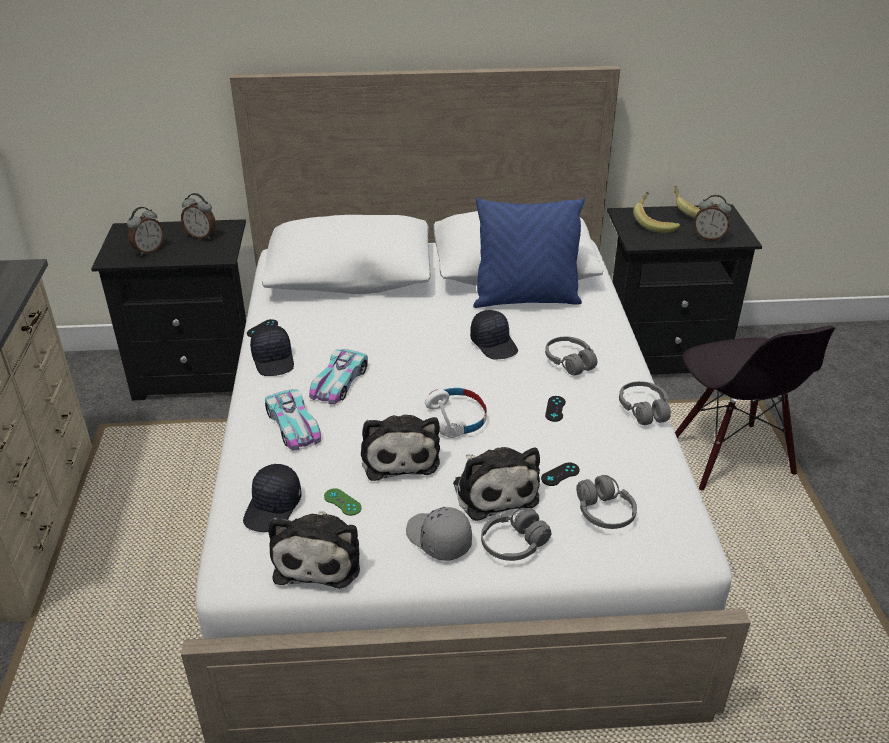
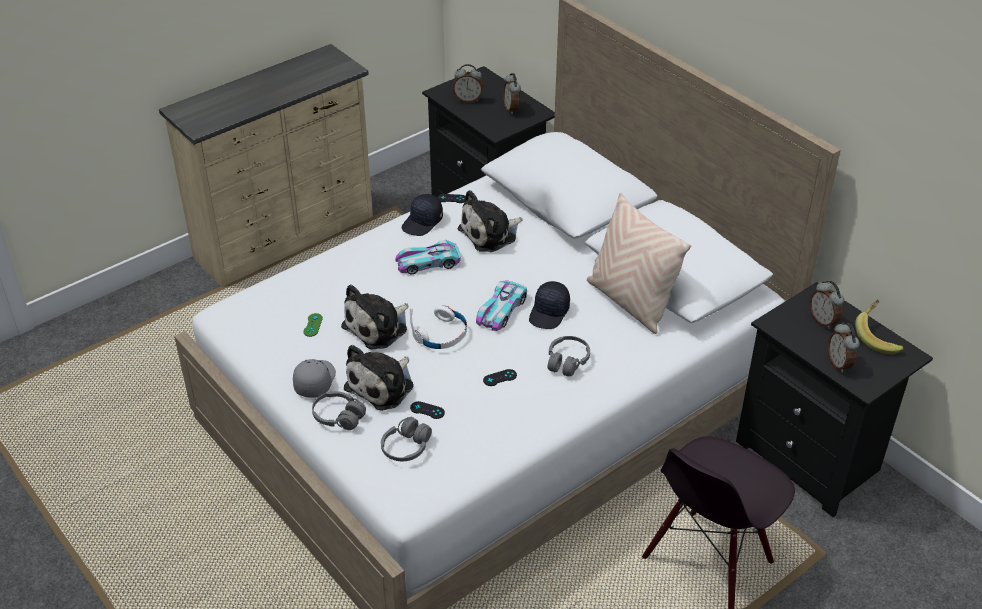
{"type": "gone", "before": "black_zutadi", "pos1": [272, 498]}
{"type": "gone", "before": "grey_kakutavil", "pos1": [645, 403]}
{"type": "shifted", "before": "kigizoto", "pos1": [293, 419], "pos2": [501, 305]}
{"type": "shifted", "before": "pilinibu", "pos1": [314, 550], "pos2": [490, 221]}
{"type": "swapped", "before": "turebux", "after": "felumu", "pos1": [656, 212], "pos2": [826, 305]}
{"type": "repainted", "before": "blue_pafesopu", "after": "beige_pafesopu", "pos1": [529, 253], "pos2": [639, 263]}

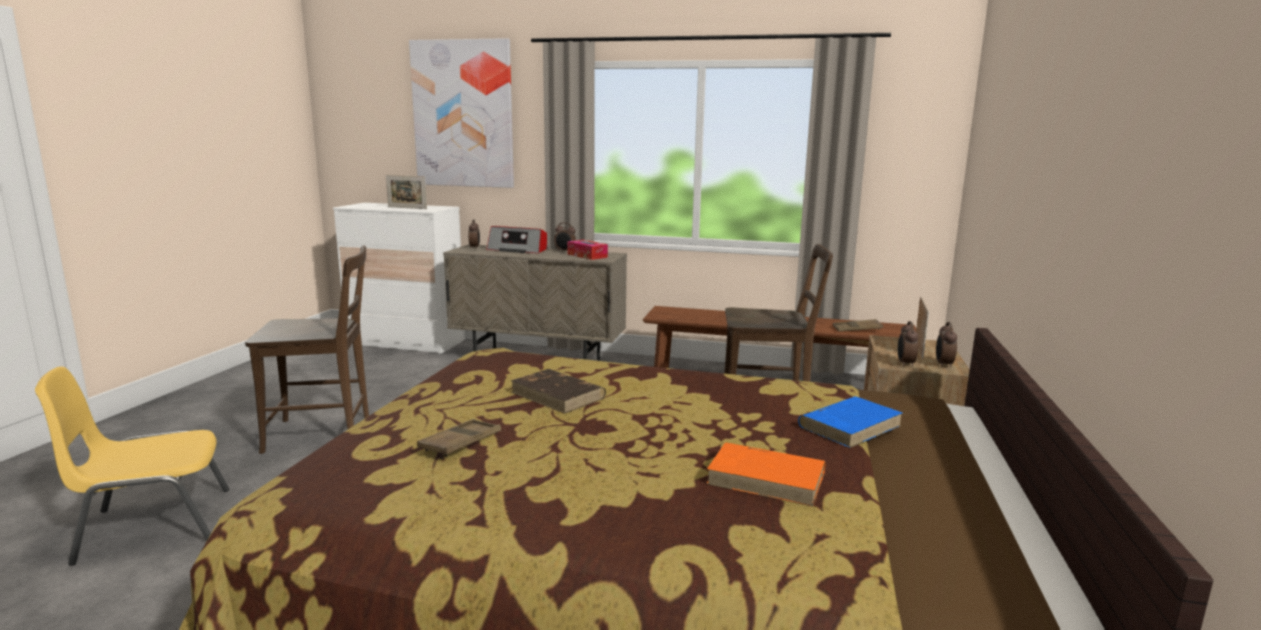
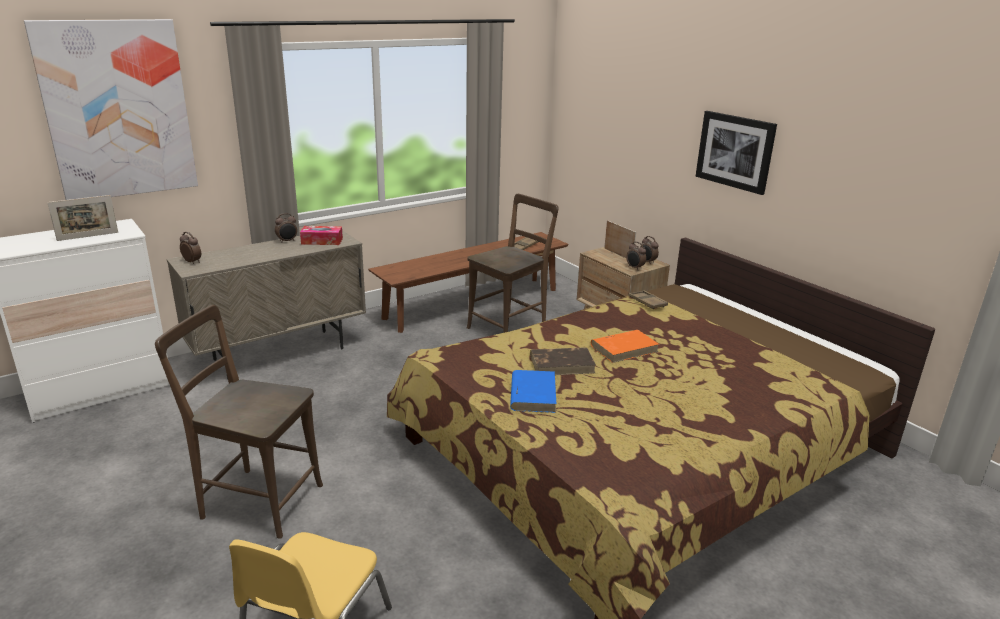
{"type": "gone", "before": "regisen", "pos1": [517, 239]}
{"type": "new", "after": "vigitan", "pos2": [736, 153]}
{"type": "shifted", "before": "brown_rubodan", "pos1": [459, 438], "pos2": [648, 299]}
{"type": "shifted", "before": "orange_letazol", "pos1": [765, 474], "pos2": [625, 346]}
{"type": "shifted", "before": "blue_letazol", "pos1": [850, 422], "pos2": [533, 391]}
{"type": "rotated", "before": "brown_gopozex", "pos1": [307, 349], "pos2": [239, 422], "turn": -105}

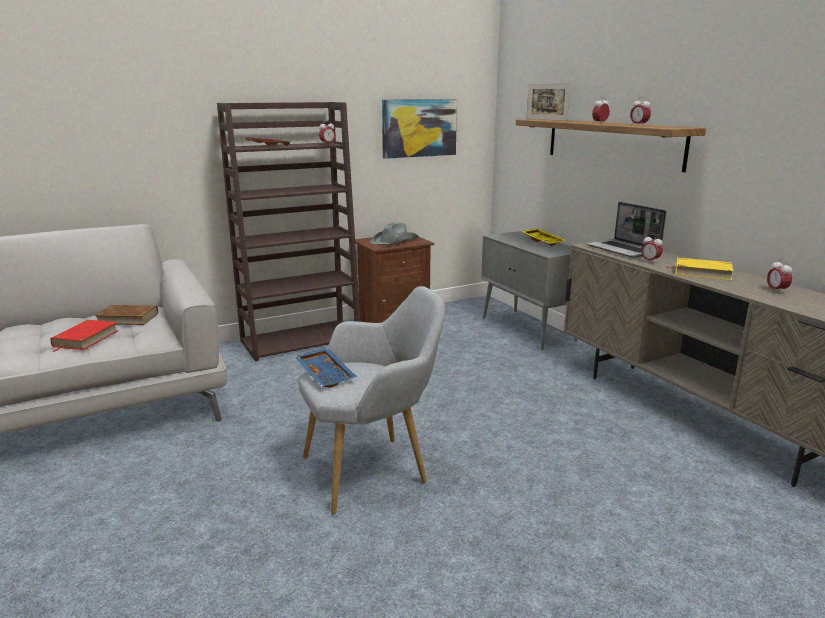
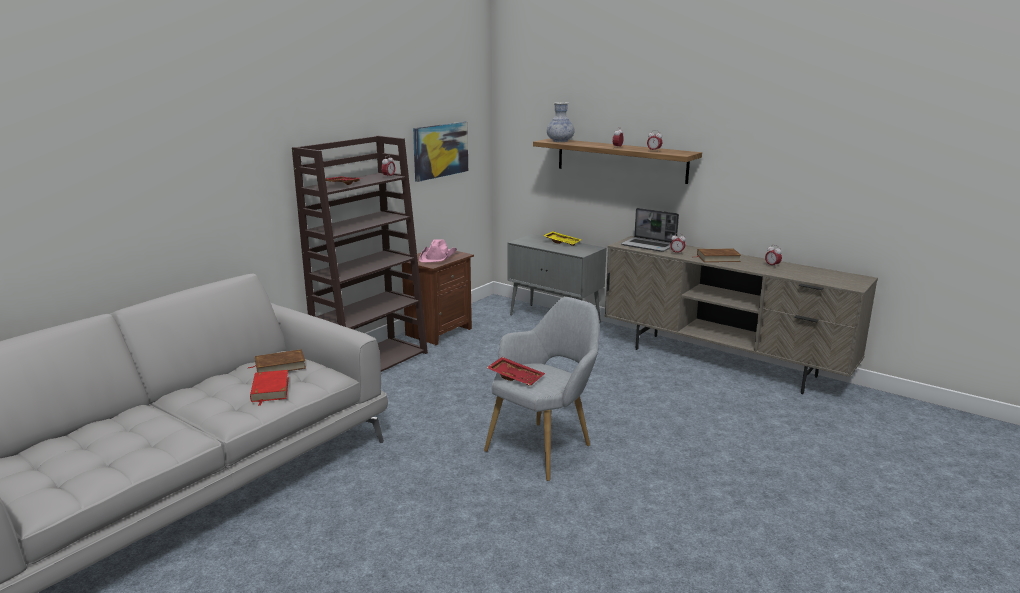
{"type": "swapped", "before": "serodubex", "after": "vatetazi", "pos1": [549, 102], "pos2": [561, 122]}
{"type": "repainted", "before": "blue_rubodan", "after": "red_rubodan", "pos1": [325, 368], "pos2": [515, 371]}
{"type": "repainted", "before": "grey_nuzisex", "after": "pink_nuzisex", "pos1": [394, 233], "pos2": [438, 250]}
{"type": "repainted", "before": "yellow_letazol", "after": "brown_letazol", "pos1": [700, 269], "pos2": [719, 255]}

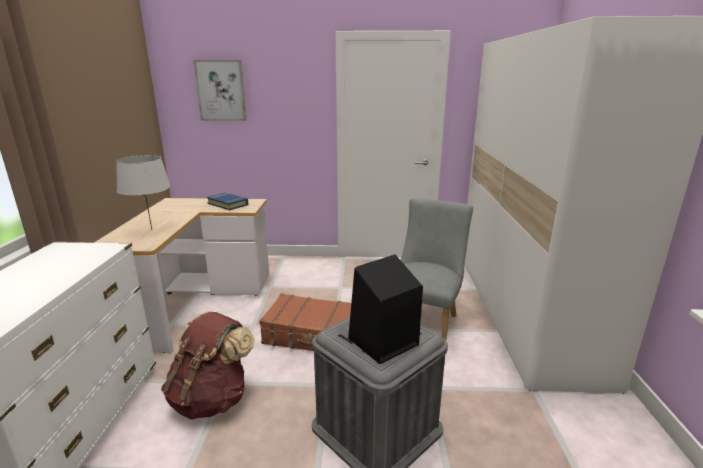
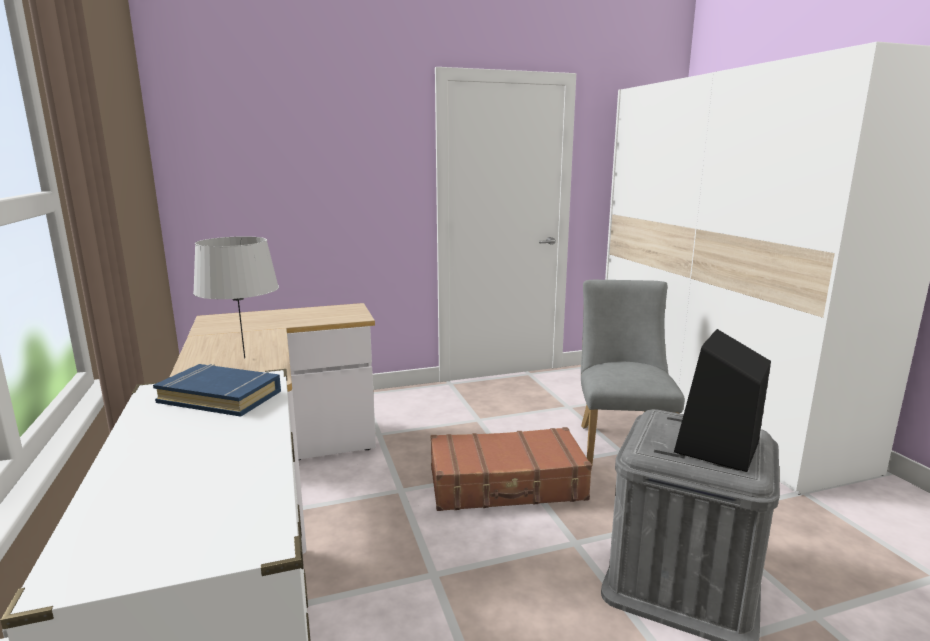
{"type": "gone", "before": "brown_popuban", "pos1": [208, 366]}
{"type": "gone", "before": "vigitan", "pos1": [220, 90]}
{"type": "shifted", "before": "blue_letazol", "pos1": [227, 201], "pos2": [217, 390]}

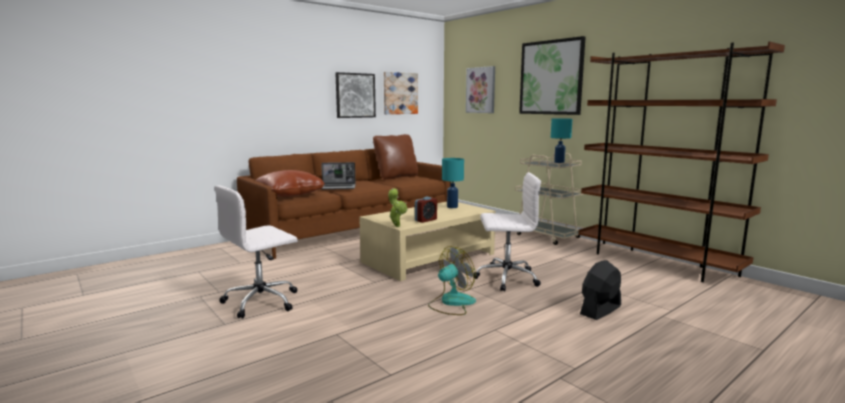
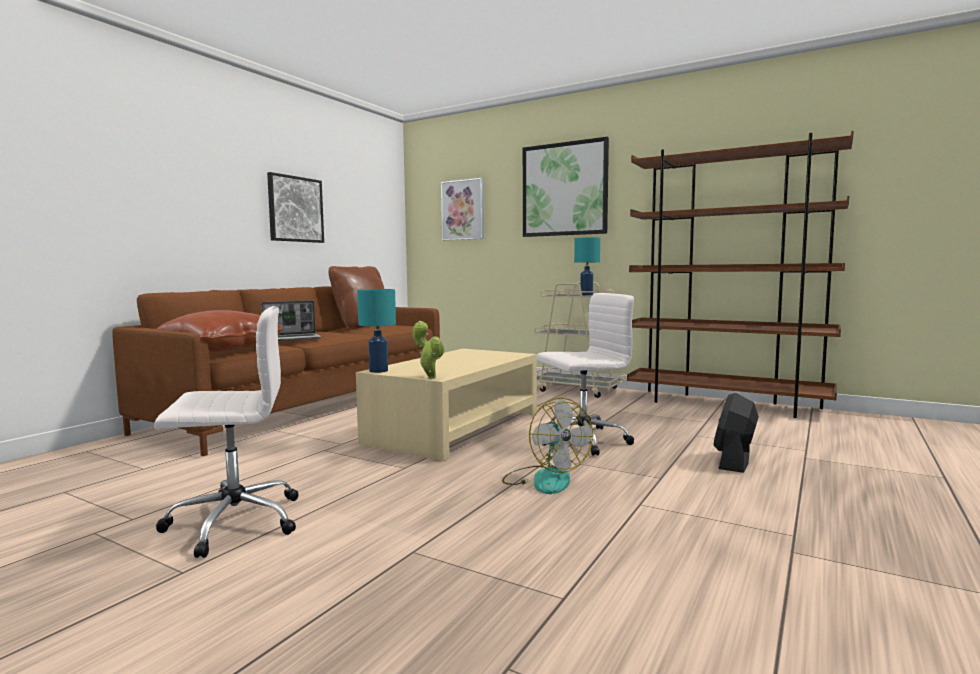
{"type": "gone", "before": "vigitan", "pos1": [401, 93]}
{"type": "gone", "before": "felumu", "pos1": [426, 210]}
{"type": "shifted", "before": "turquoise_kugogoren", "pos1": [453, 183], "pos2": [376, 331]}
{"type": "rotated", "before": "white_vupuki", "pos1": [256, 252], "pos2": [226, 432], "turn": -135}
{"type": "rotated", "before": "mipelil", "pos1": [452, 280], "pos2": [547, 446], "turn": 120}

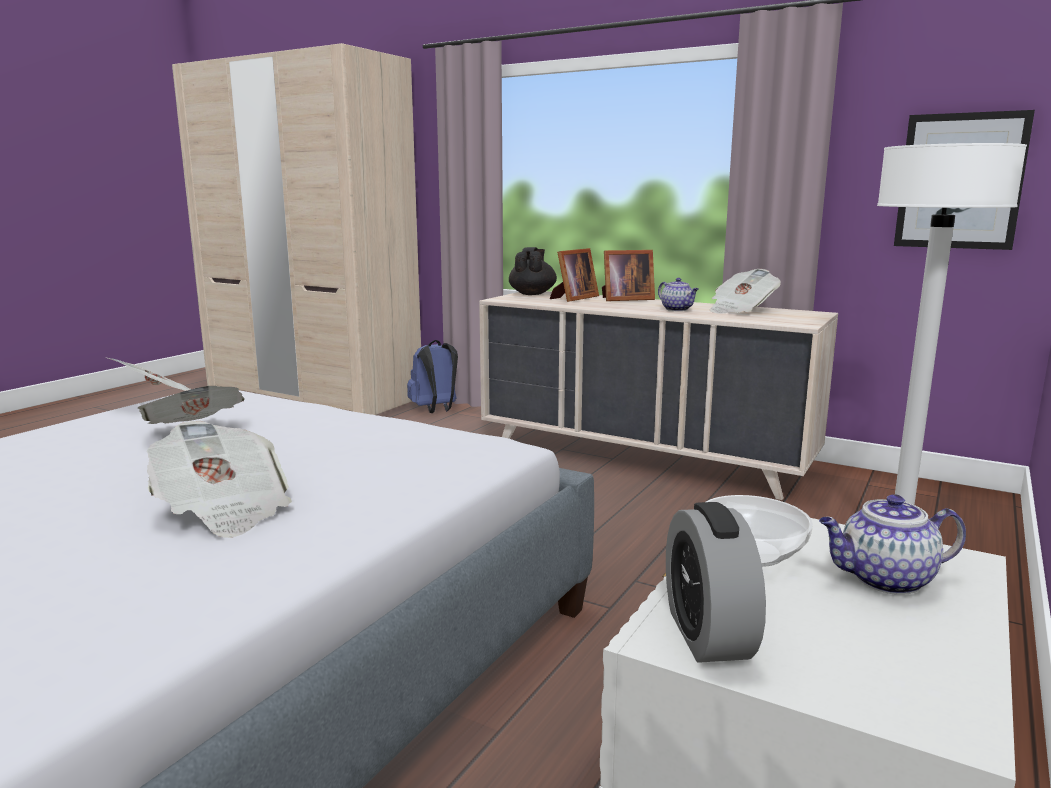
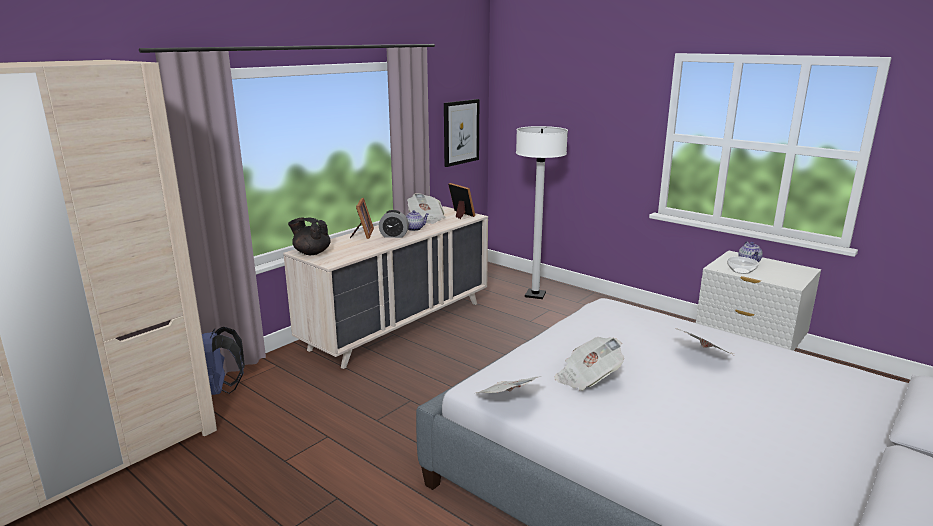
{"type": "shifted", "before": "serodubex", "pos1": [574, 275], "pos2": [461, 201]}
{"type": "shifted", "before": "felumu", "pos1": [716, 582], "pos2": [394, 224]}

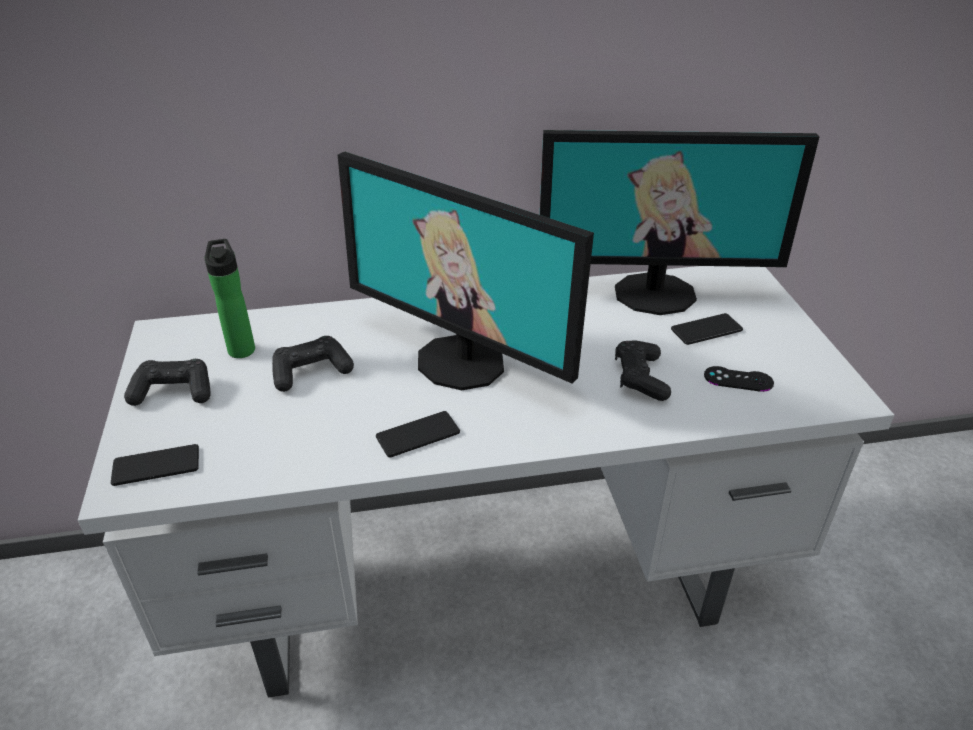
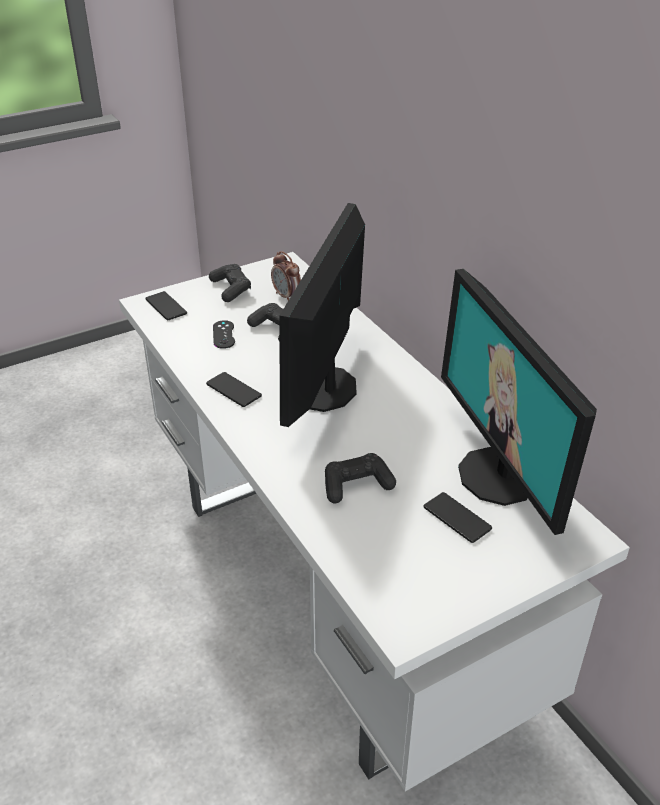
{"type": "shifted", "before": "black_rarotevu", "pos1": [739, 379], "pos2": [224, 334]}
{"type": "swapped", "before": "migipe", "after": "felumu", "pos1": [229, 298], "pos2": [286, 276]}

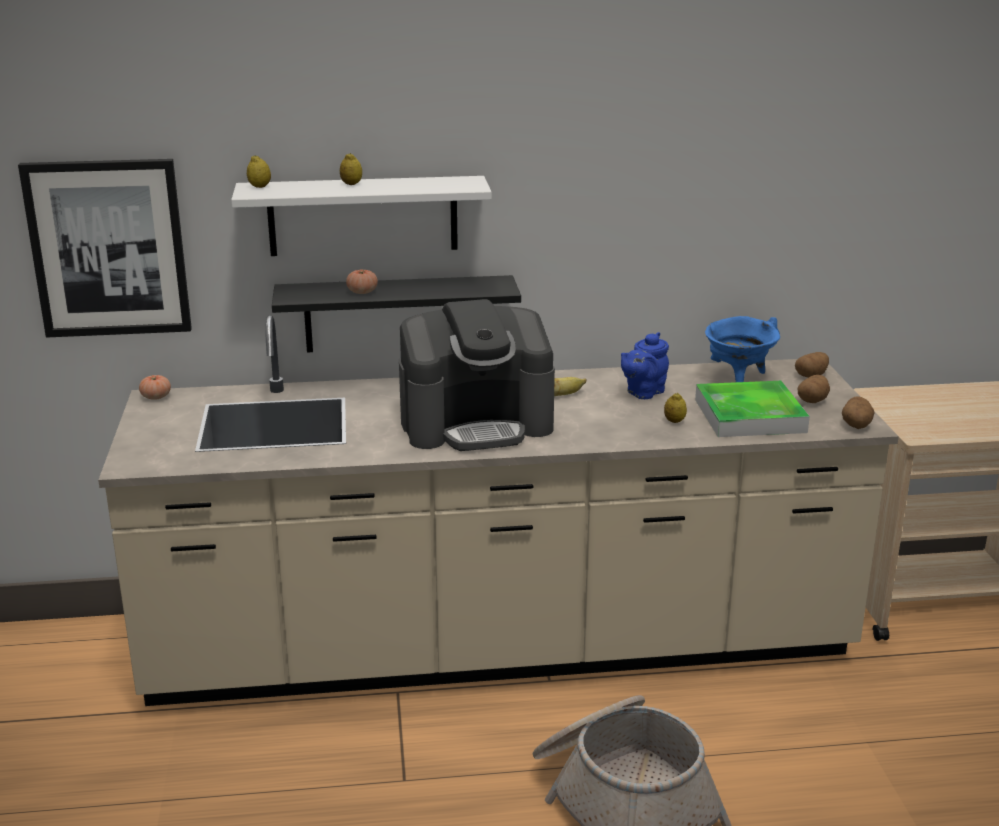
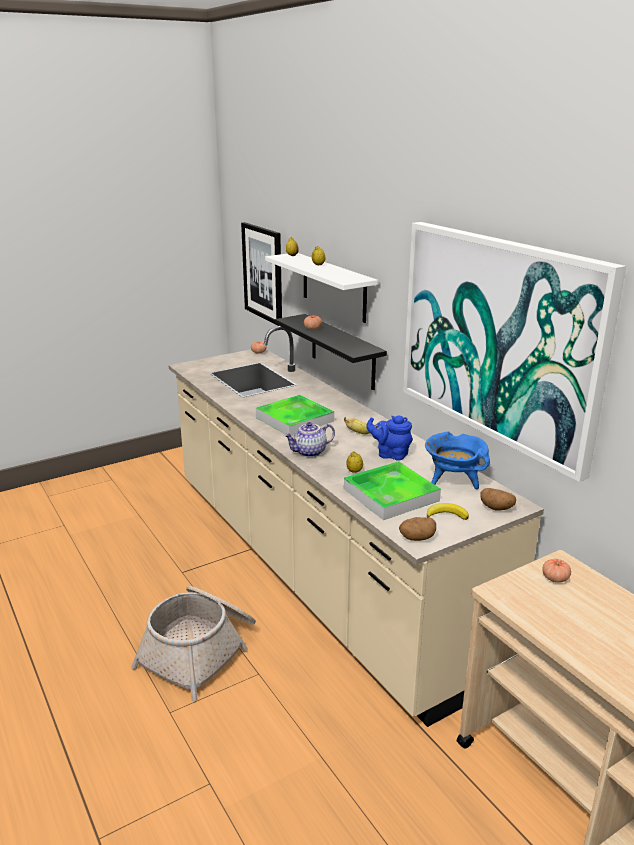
{"type": "new", "after": "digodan", "pos2": [309, 439]}
{"type": "new", "after": "vigitan", "pos2": [514, 352]}
{"type": "new", "after": "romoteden", "pos2": [556, 571]}
{"type": "swapped", "before": "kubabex", "after": "rubodan", "pos1": [477, 375], "pos2": [295, 415]}
{"type": "swapped", "before": "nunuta", "after": "turebux", "pos1": [814, 389], "pos2": [448, 511]}

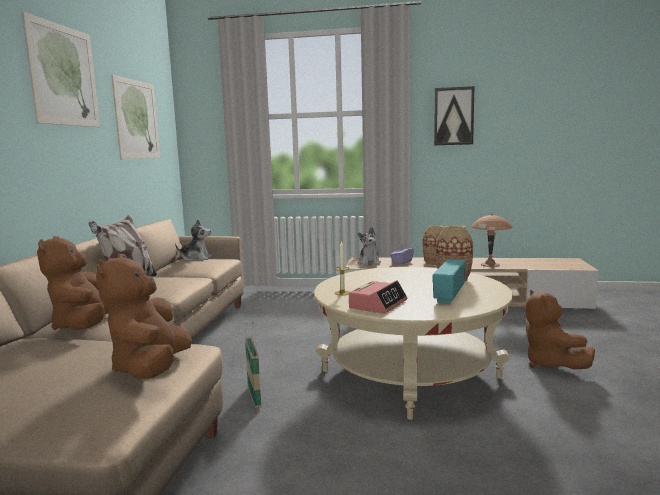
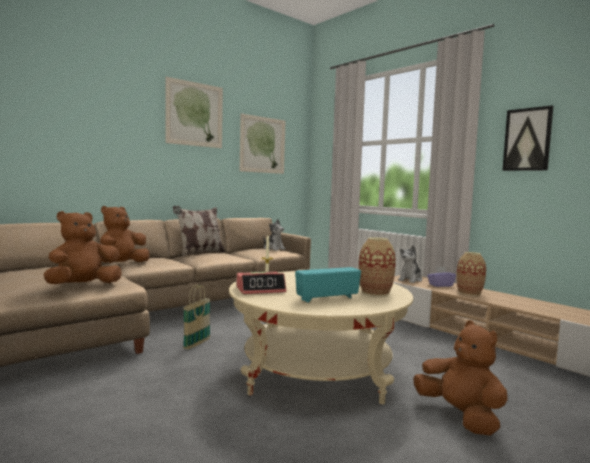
{"type": "gone", "before": "brown_kugogoren", "pos1": [492, 240]}
{"type": "rotated", "before": "brown_pilinibu", "pos1": [560, 329], "pos2": [460, 378], "turn": 120}

